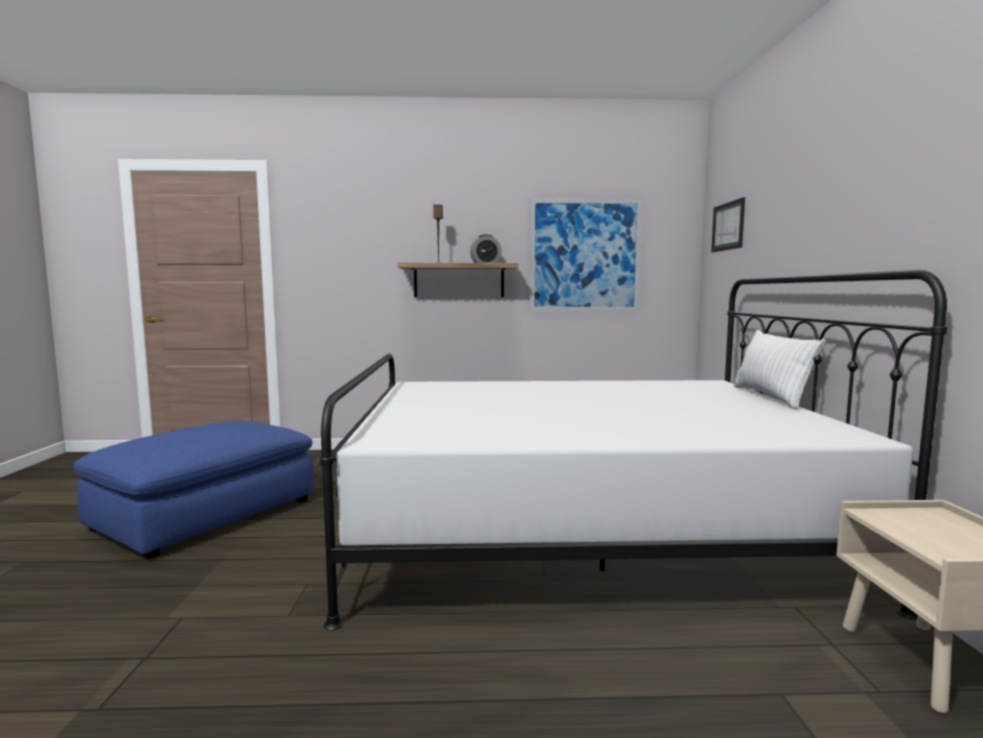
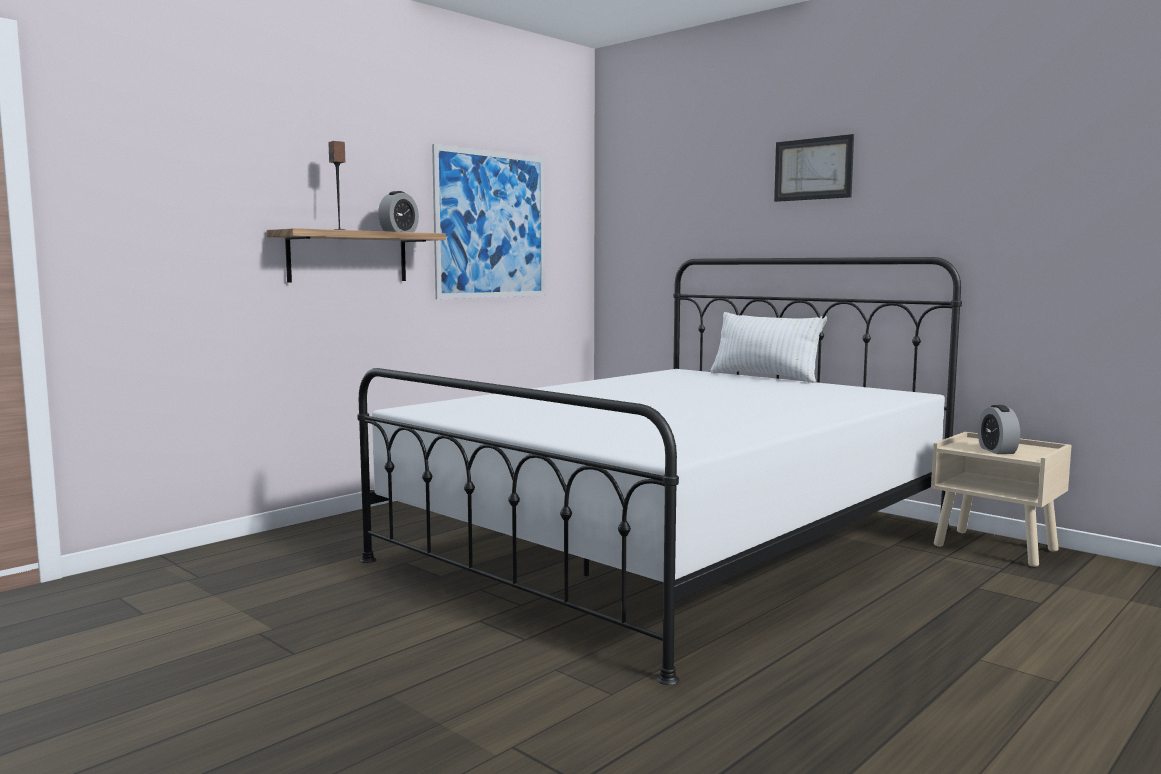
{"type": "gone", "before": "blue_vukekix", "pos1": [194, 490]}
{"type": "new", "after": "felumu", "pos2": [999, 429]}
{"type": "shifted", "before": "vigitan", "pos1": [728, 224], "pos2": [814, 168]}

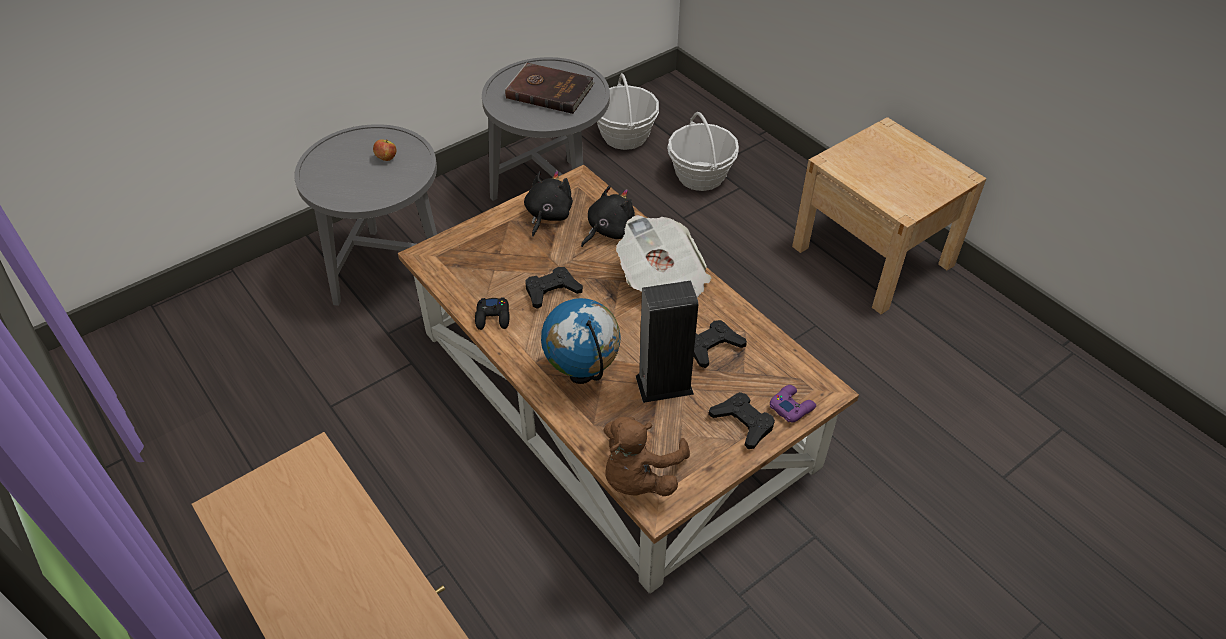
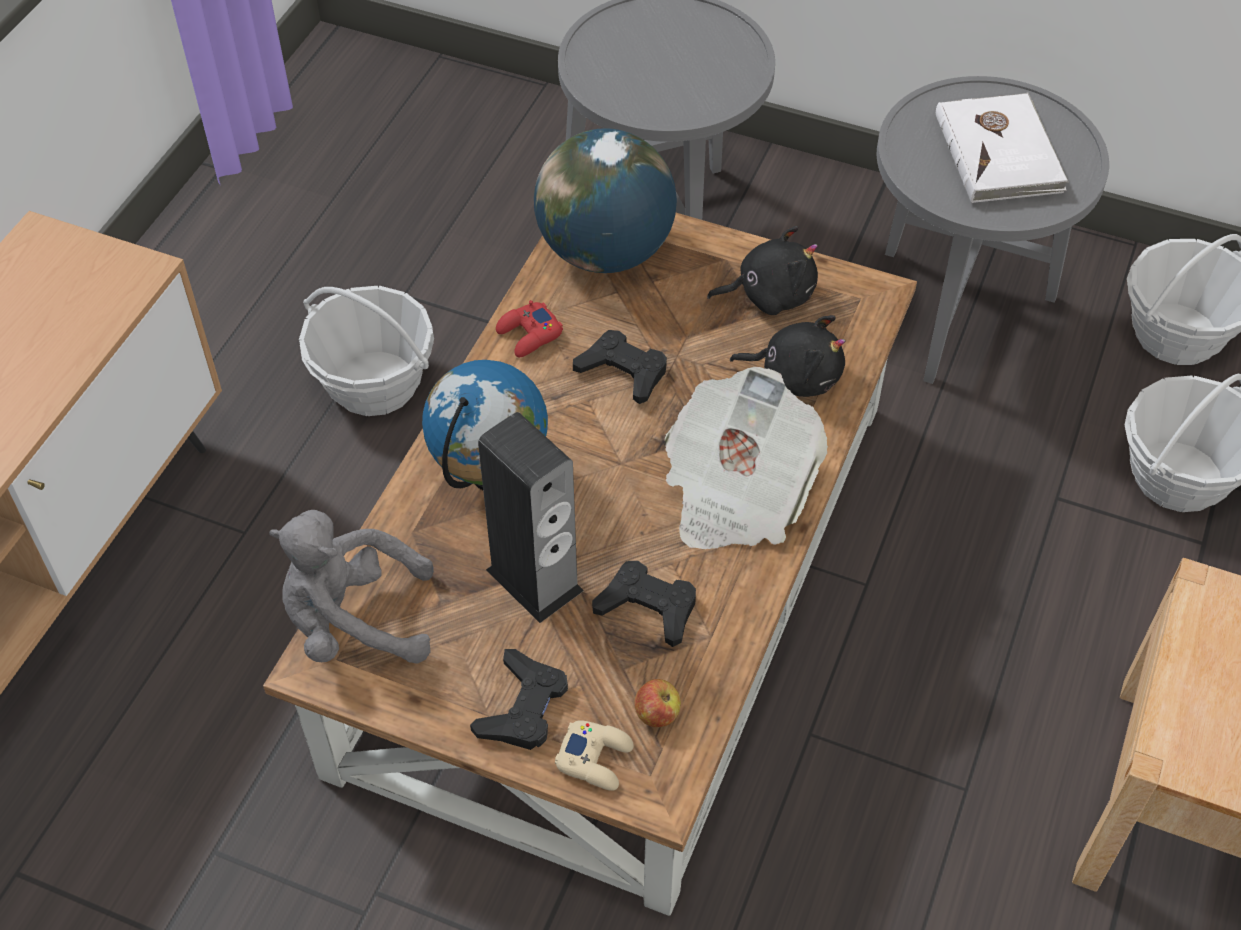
{"type": "new", "after": "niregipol", "pos2": [366, 351]}
{"type": "new", "after": "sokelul", "pos2": [605, 200]}
{"type": "shifted", "before": "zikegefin", "pos1": [384, 150], "pos2": [657, 703]}
{"type": "repainted", "before": "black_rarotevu", "after": "red_rarotevu", "pos1": [492, 313], "pos2": [529, 329]}
{"type": "repainted", "before": "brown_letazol", "after": "white_letazol", "pos1": [549, 88], "pos2": [1002, 148]}
{"type": "repainted", "before": "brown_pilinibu", "after": "grey_pilinibu", "pos1": [646, 456], "pos2": [351, 587]}
{"type": "repainted", "before": "purple_rarotevu", "after": "beige_rarotevu", "pos1": [793, 403], "pos2": [594, 755]}

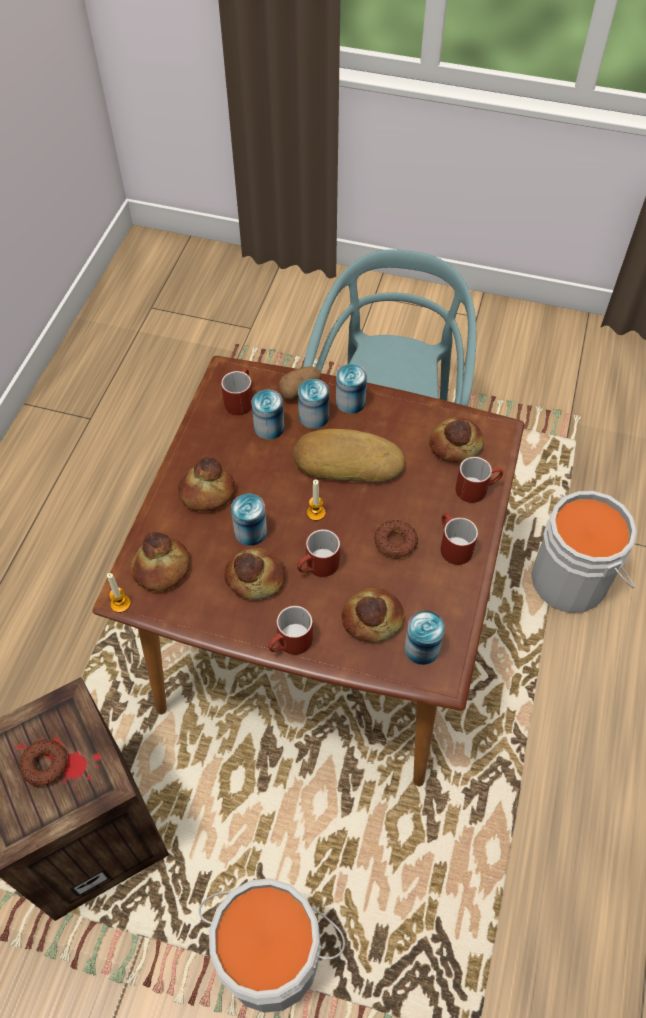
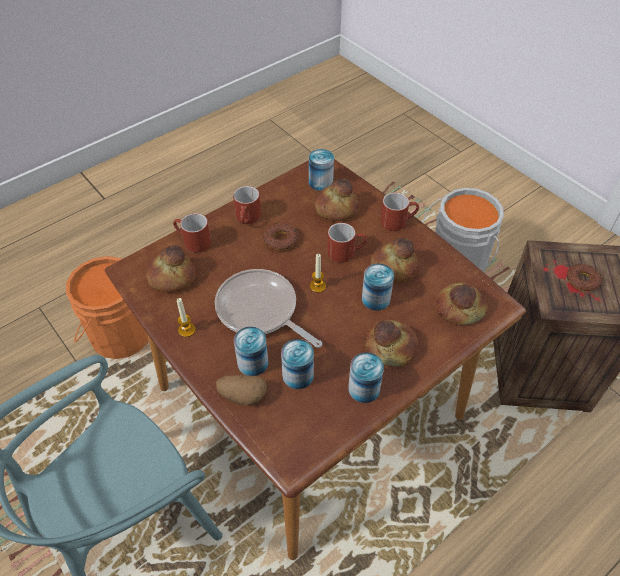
{"type": "gone", "before": "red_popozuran", "pos1": [237, 391]}
{"type": "shifted", "before": "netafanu", "pos1": [119, 593], "pos2": [186, 317]}
{"type": "shifted", "before": "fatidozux", "pos1": [351, 389], "pos2": [366, 377]}
{"type": "swapped", "before": "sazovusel", "after": "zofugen", "pos1": [349, 455], "pos2": [268, 308]}
{"type": "repainted", "before": "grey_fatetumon", "after": "orange_fatetumon", "pos1": [584, 552], "pos2": [107, 307]}

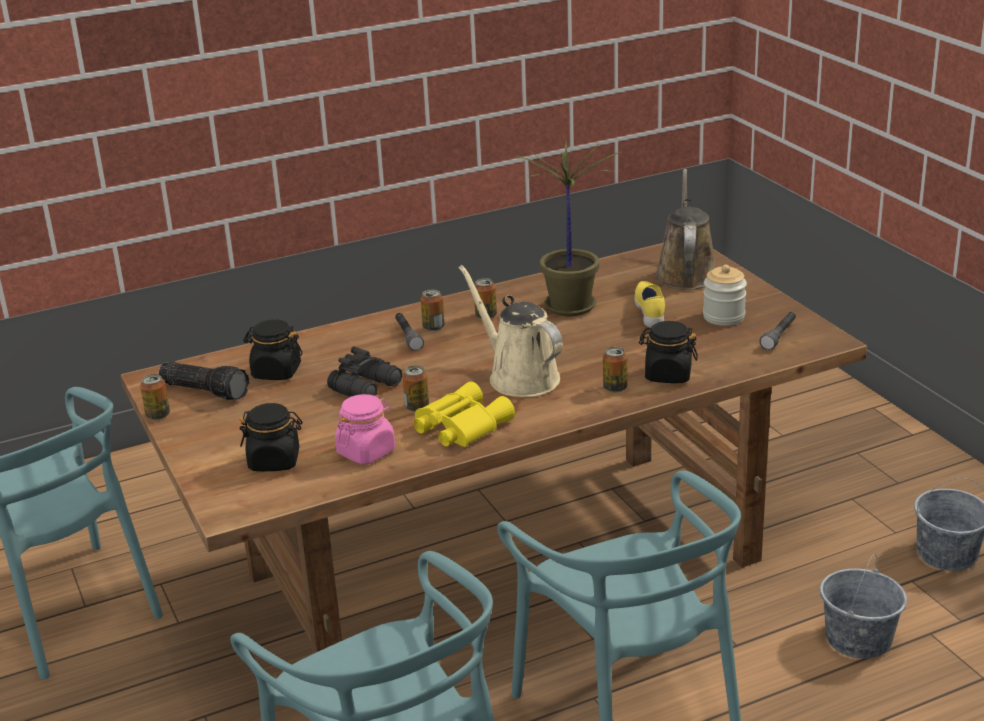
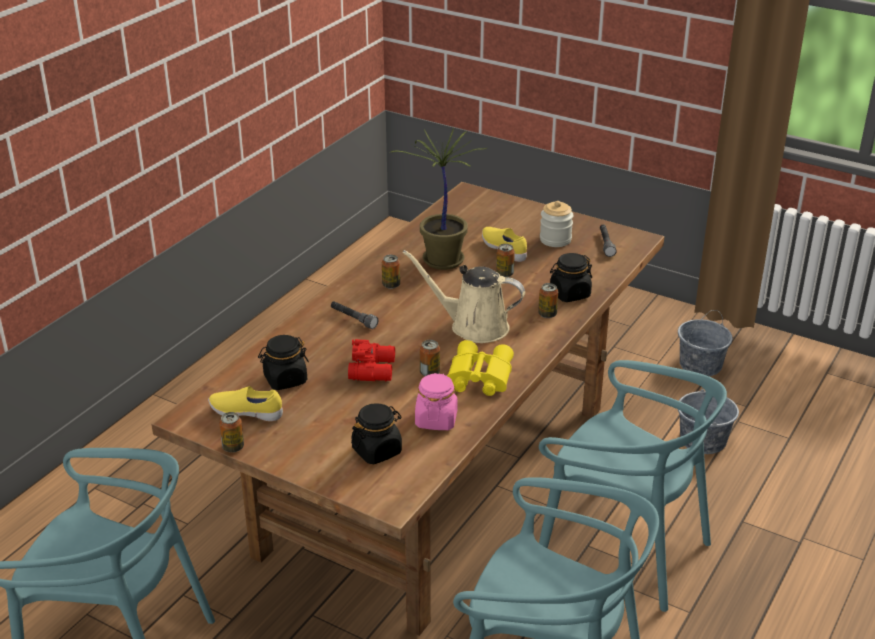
{"type": "gone", "before": "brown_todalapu", "pos1": [684, 229]}
{"type": "shifted", "before": "fatidozux", "pos1": [432, 310], "pos2": [505, 260]}
{"type": "swapped", "before": "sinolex", "after": "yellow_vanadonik", "pos1": [204, 381], "pos2": [245, 403]}
{"type": "repainted", "before": "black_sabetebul", "after": "red_sabetebul", "pos1": [364, 371], "pos2": [371, 360]}

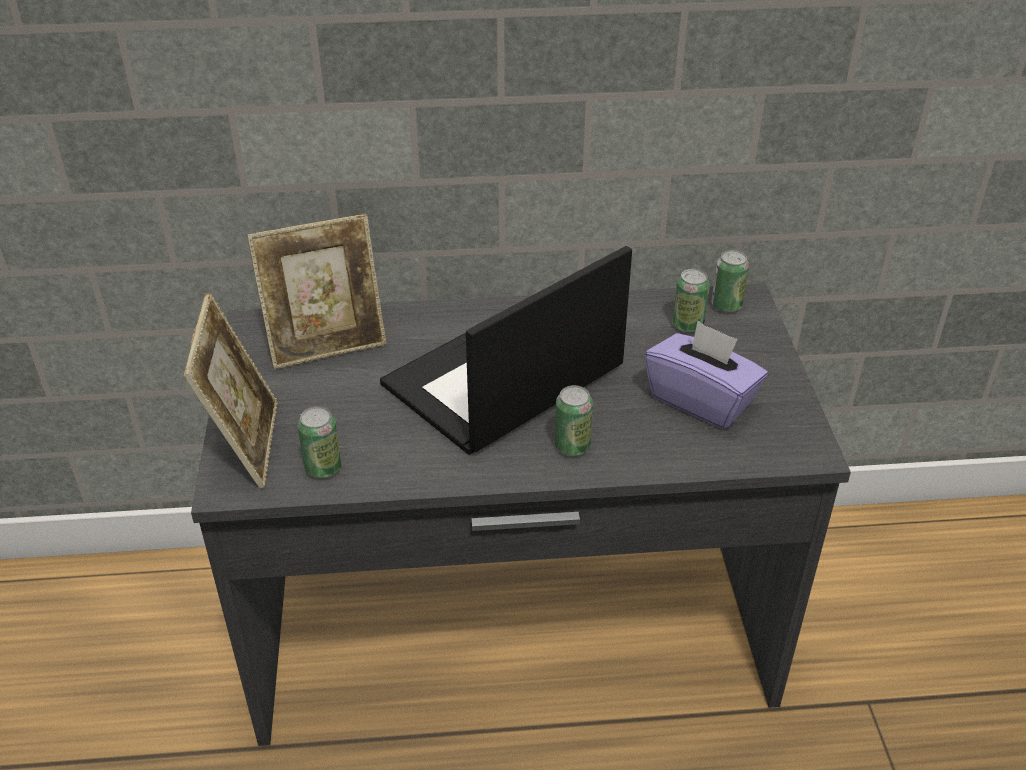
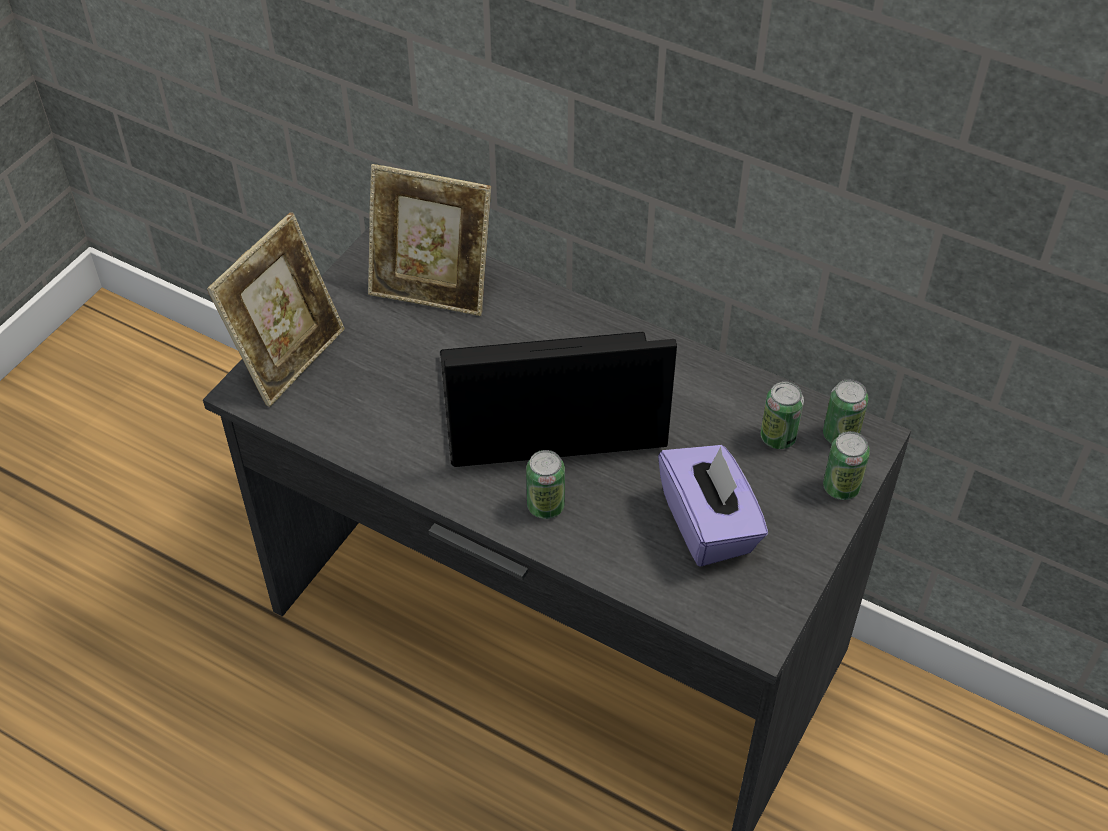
{"type": "shifted", "before": "fatidozux", "pos1": [319, 442], "pos2": [846, 465]}

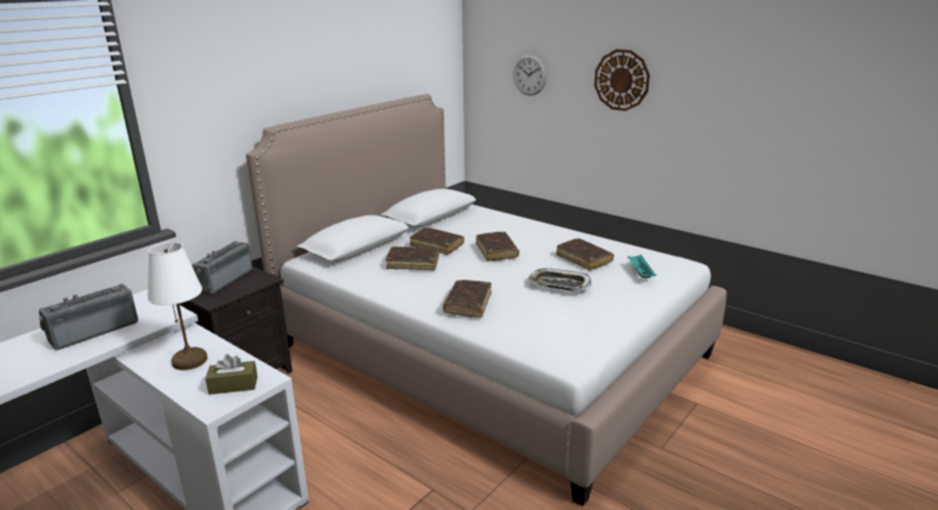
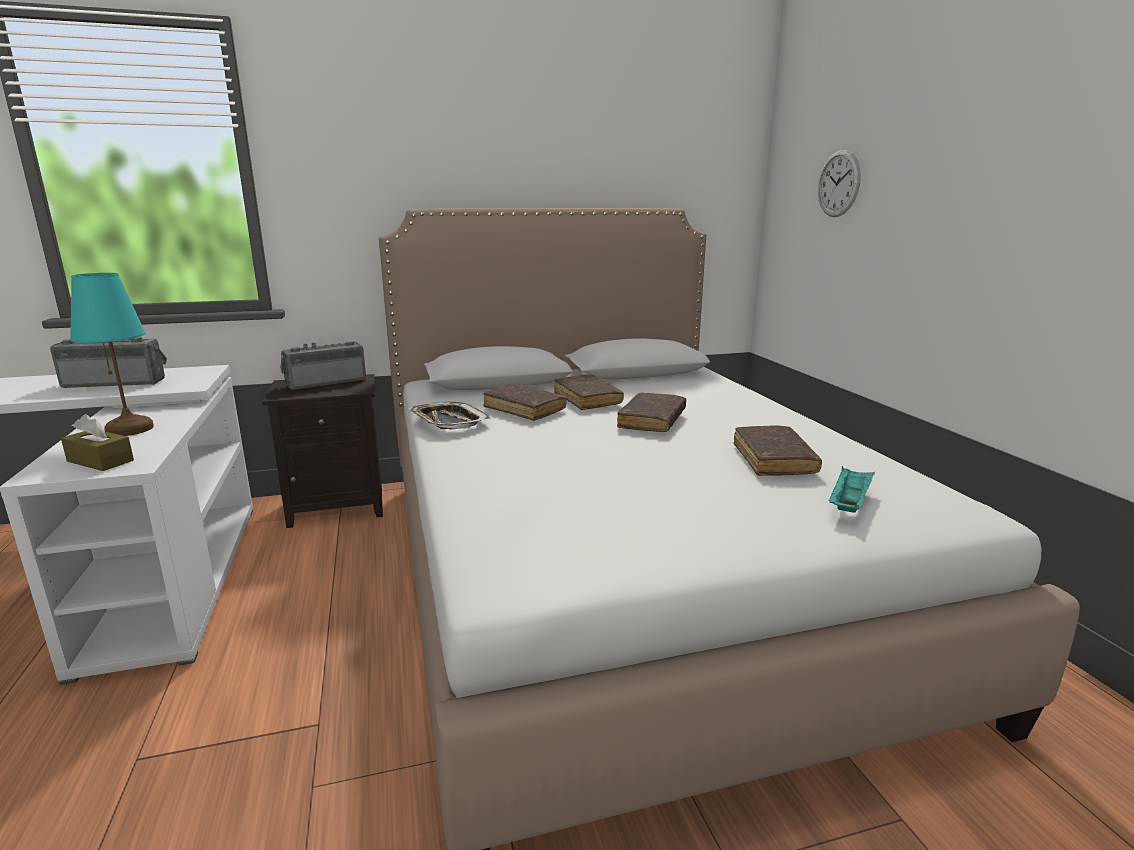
{"type": "gone", "before": "brown_letazol", "pos1": [467, 299]}
{"type": "gone", "before": "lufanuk", "pos1": [622, 80]}
{"type": "shifted", "before": "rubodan", "pos1": [559, 279], "pos2": [449, 415]}
{"type": "repainted", "before": "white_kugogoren", "after": "turquoise_kugogoren", "pos1": [177, 306], "pos2": [112, 354]}

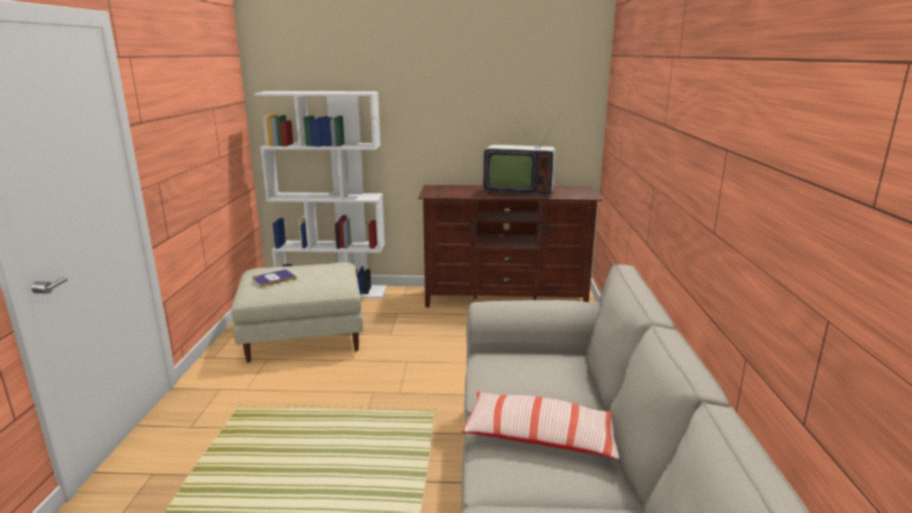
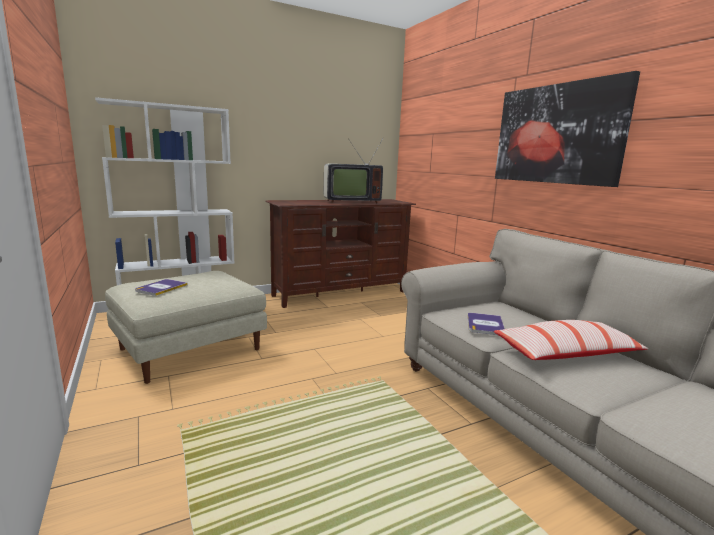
{"type": "new", "after": "letazol", "pos2": [486, 324]}
{"type": "new", "after": "vigitan", "pos2": [567, 129]}

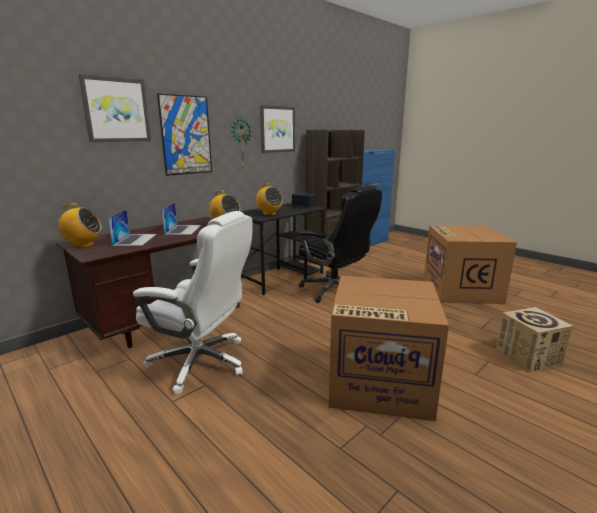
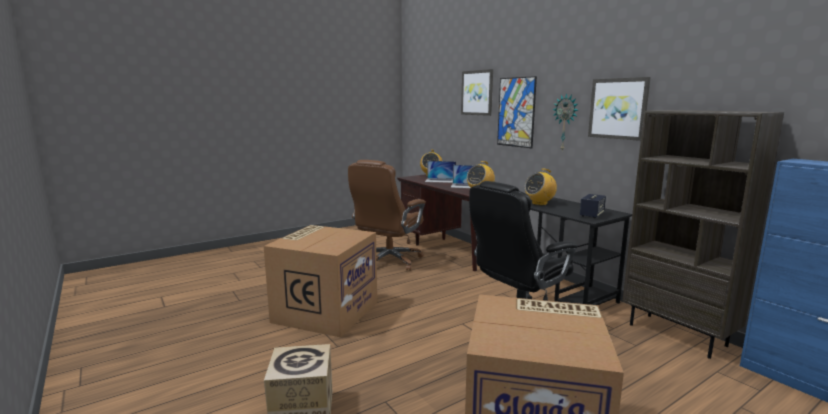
{"type": "repainted", "before": "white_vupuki", "after": "brown_vupuki", "pos1": [192, 303], "pos2": [387, 215]}

